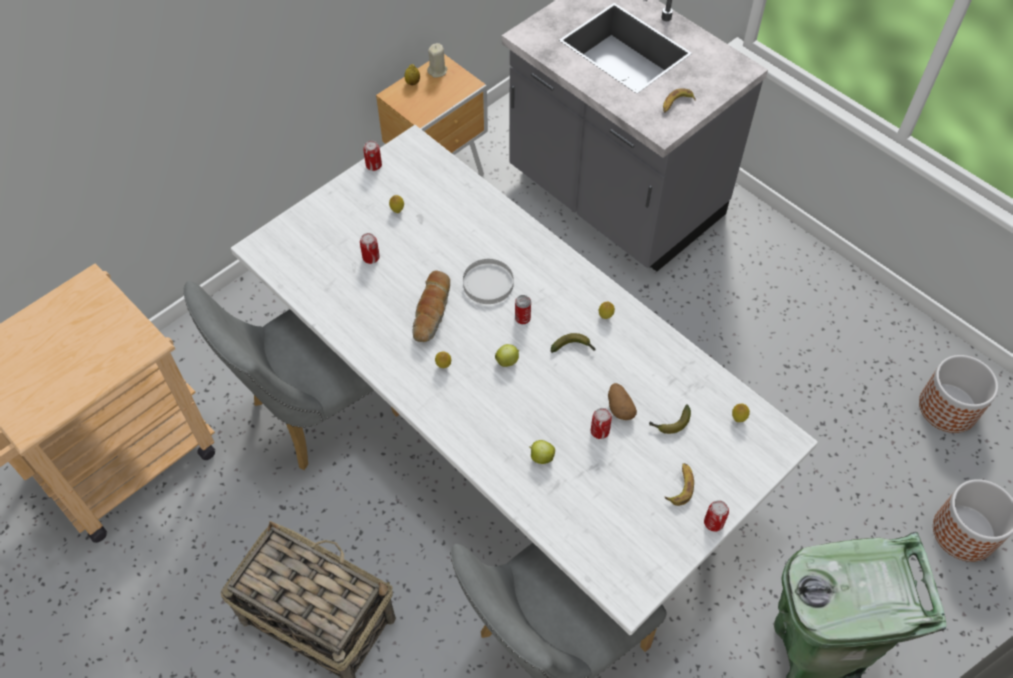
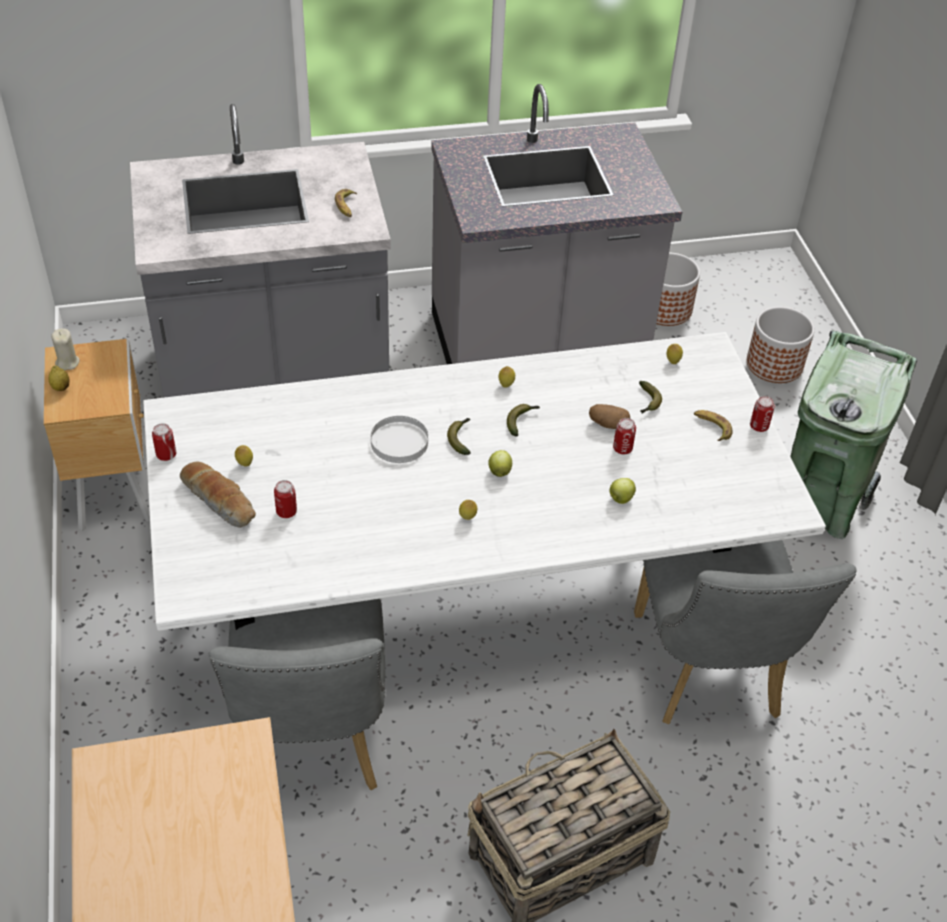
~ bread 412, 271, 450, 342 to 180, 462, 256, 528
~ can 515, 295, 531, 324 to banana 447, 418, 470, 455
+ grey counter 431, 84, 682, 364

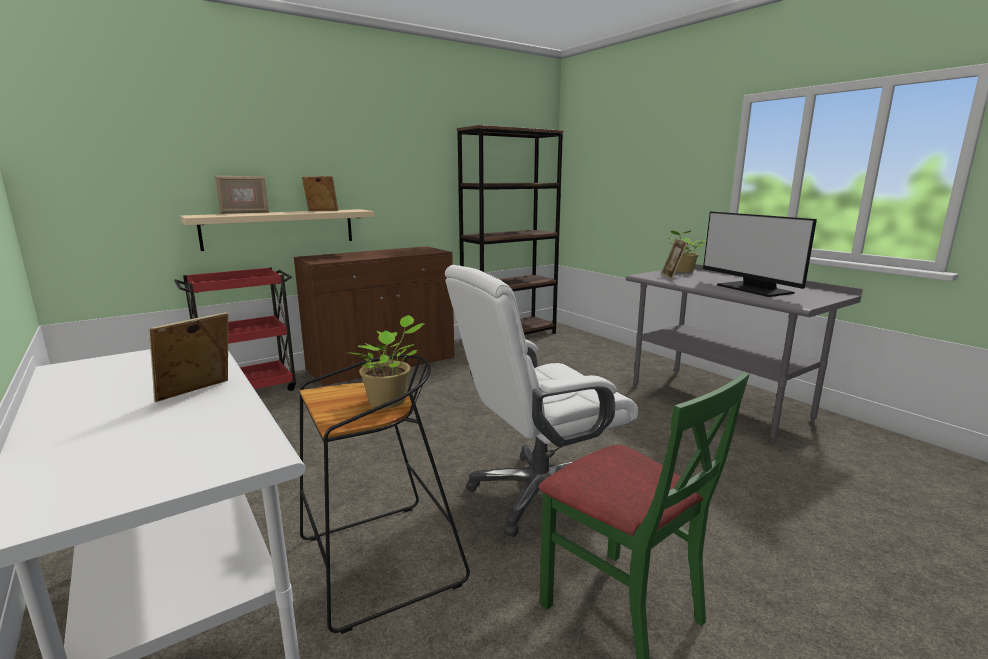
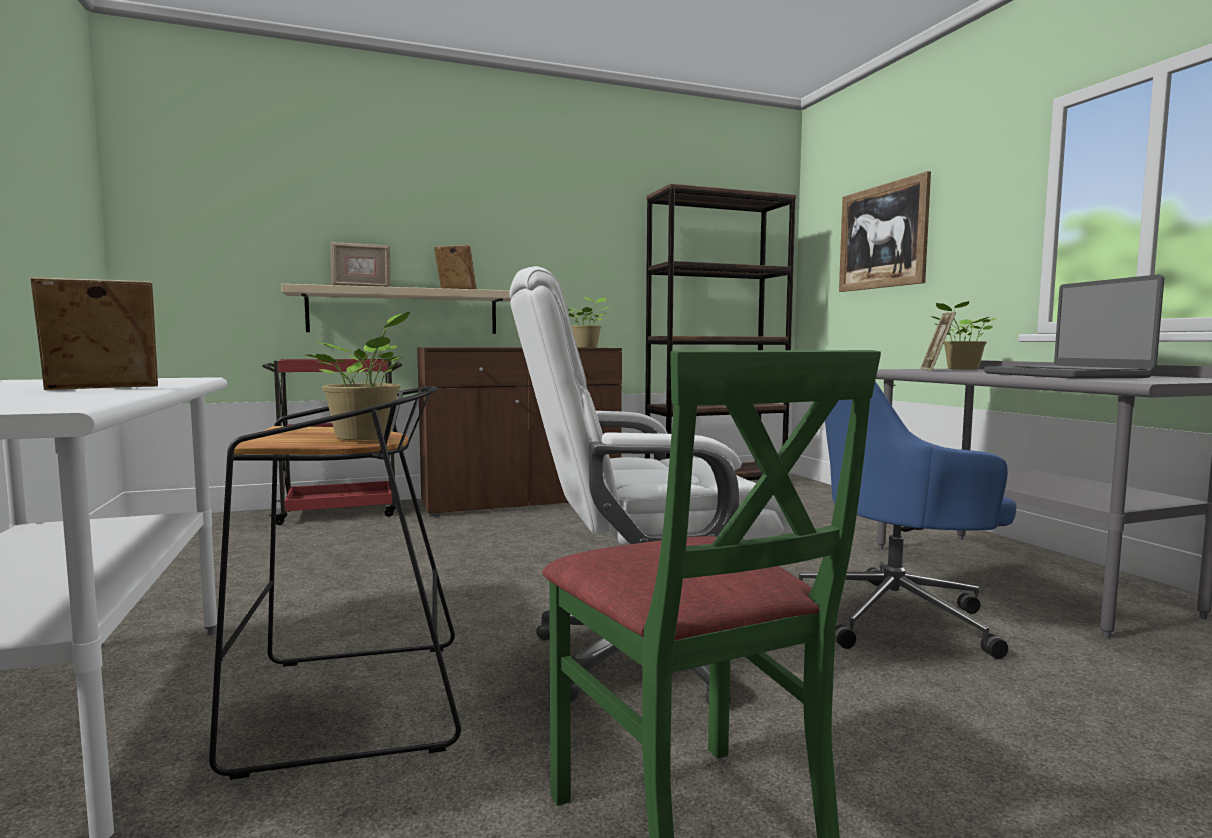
~ monitor 703, 211, 817, 297 to laptop 984, 274, 1164, 379
+ potted plant 567, 297, 611, 348
+ blue office chair 799, 382, 1017, 659
+ picture 839, 171, 931, 292

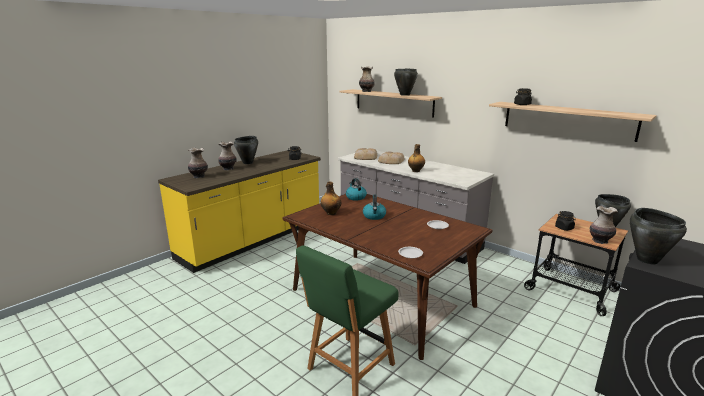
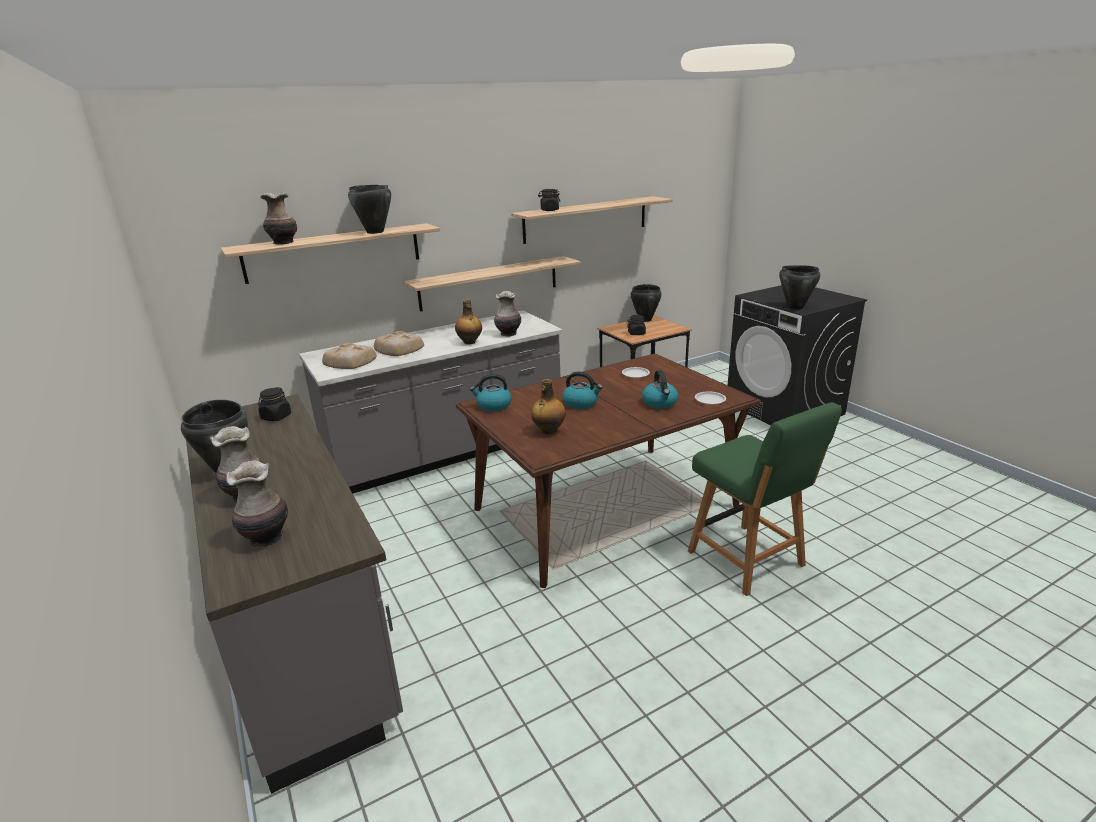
~ yellow counter 158, 150, 321, 273 to grey counter 186, 394, 403, 794
~ vase 590, 206, 618, 244 to 494, 291, 521, 337
+ shelf 404, 256, 581, 312
+ kettle 642, 370, 678, 409

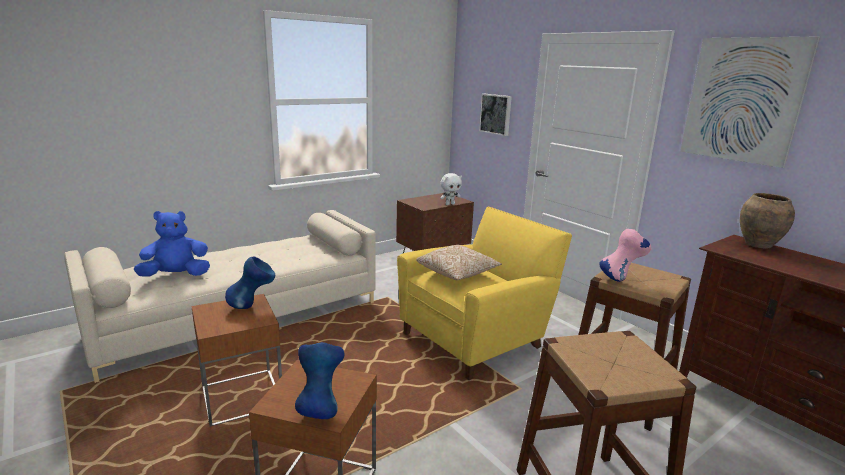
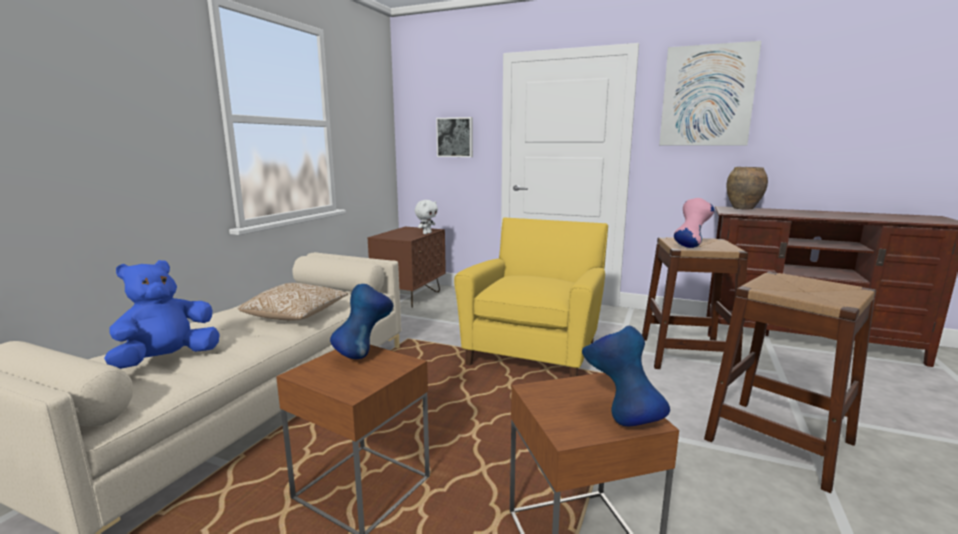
~ pillow 416, 245, 502, 281 to 238, 283, 348, 321

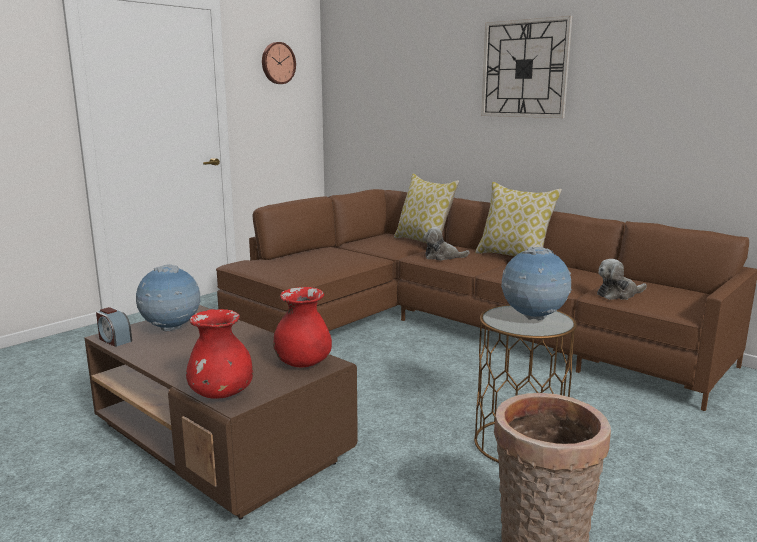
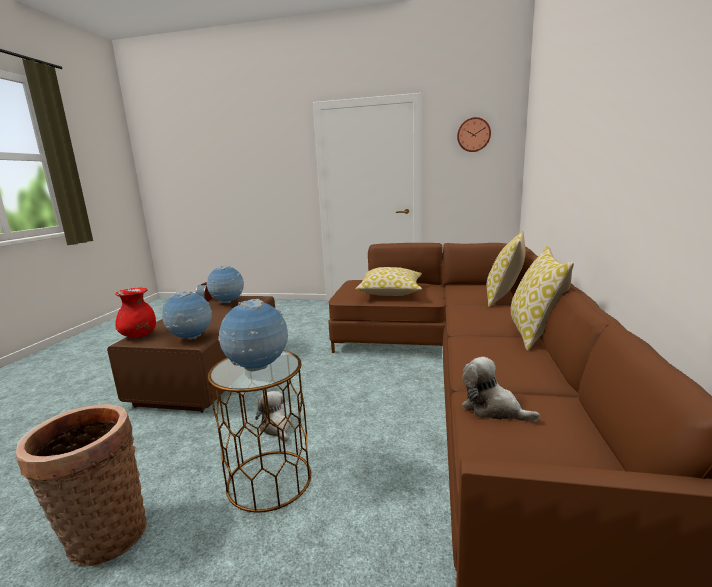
~ red vase 273, 287, 332, 367 to globe 162, 291, 212, 340
~ plush toy 423, 227, 470, 260 to 255, 391, 292, 442
- wall clock 481, 16, 572, 118
+ pillow 356, 267, 422, 296

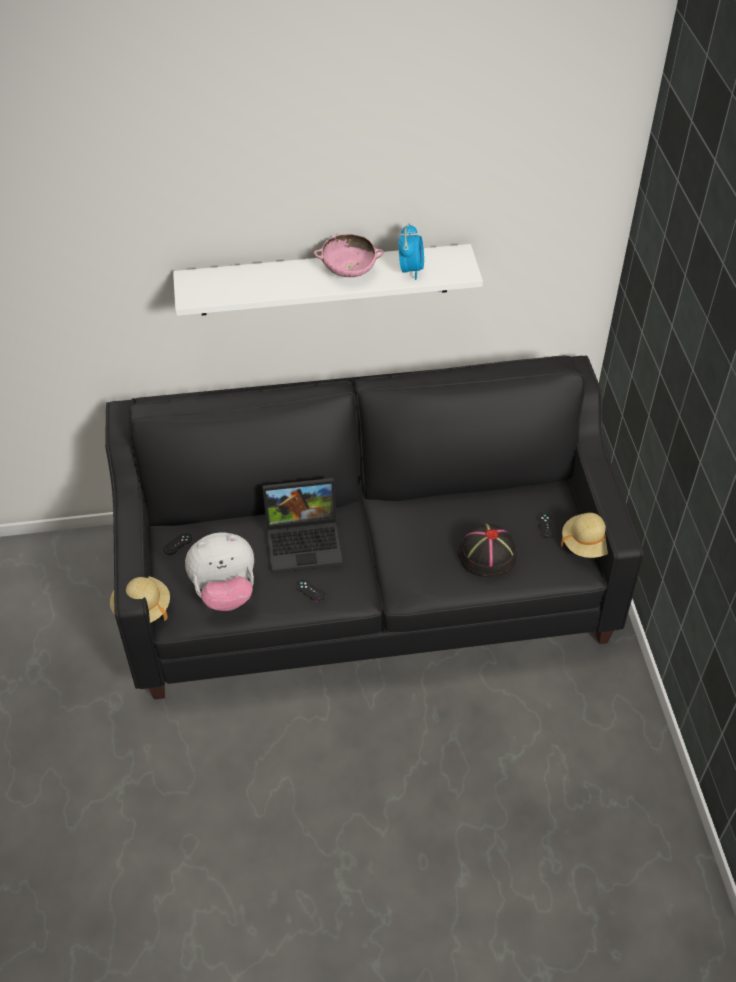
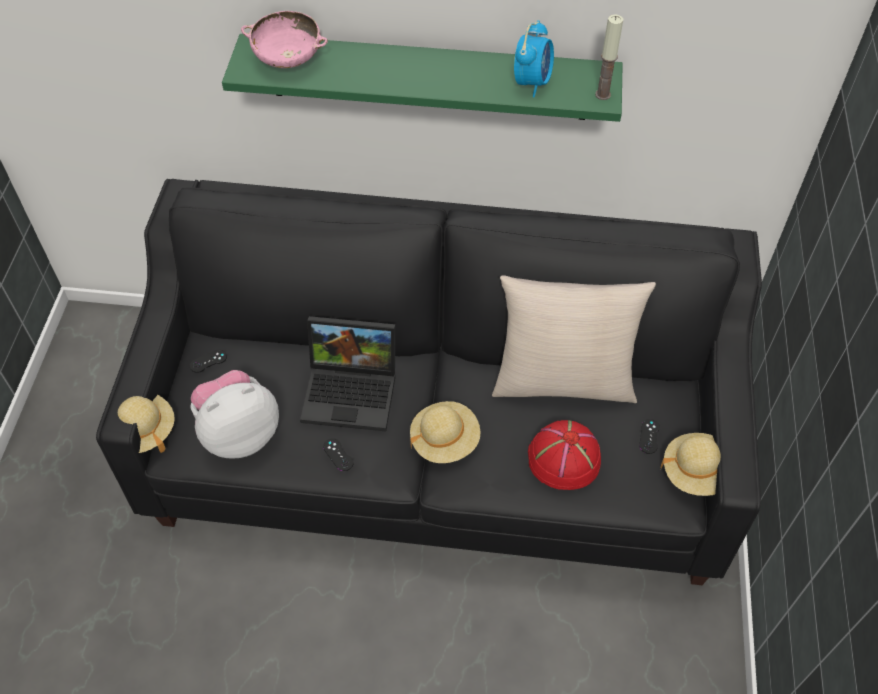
~ white shelf 173, 244, 483, 316 to green shelf 222, 34, 623, 122
~ plush toy 185, 532, 254, 611 = 191, 370, 279, 458 150 degrees clockwise
~ pink bowl 314, 234, 384, 277 to 241, 11, 328, 68
~ black hat 458, 524, 517, 578 to red hat 528, 420, 601, 490
+ beige hat 410, 401, 480, 463
+ beige pillow 492, 275, 656, 403
+ candle 595, 15, 623, 100

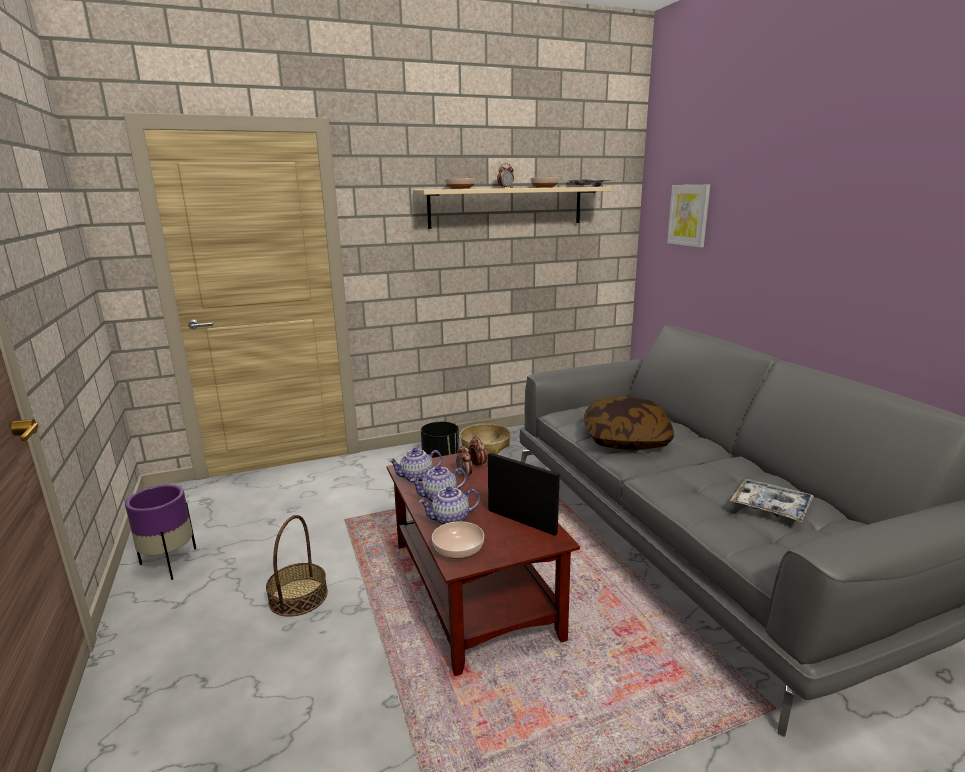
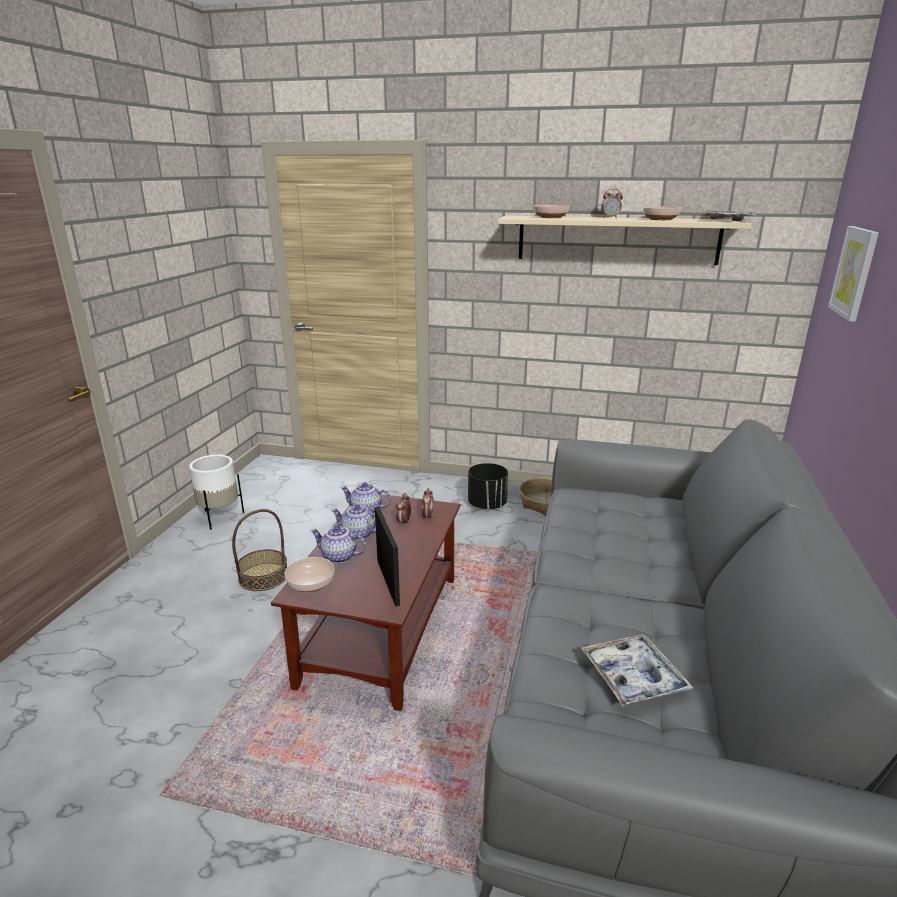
~ purple planter 125, 484, 196, 580 to white planter 189, 455, 244, 530
- pillow 584, 397, 674, 450

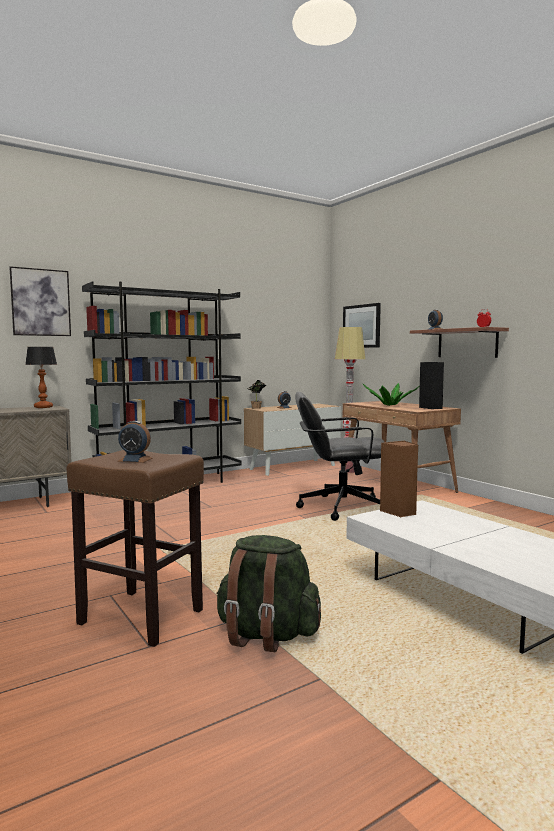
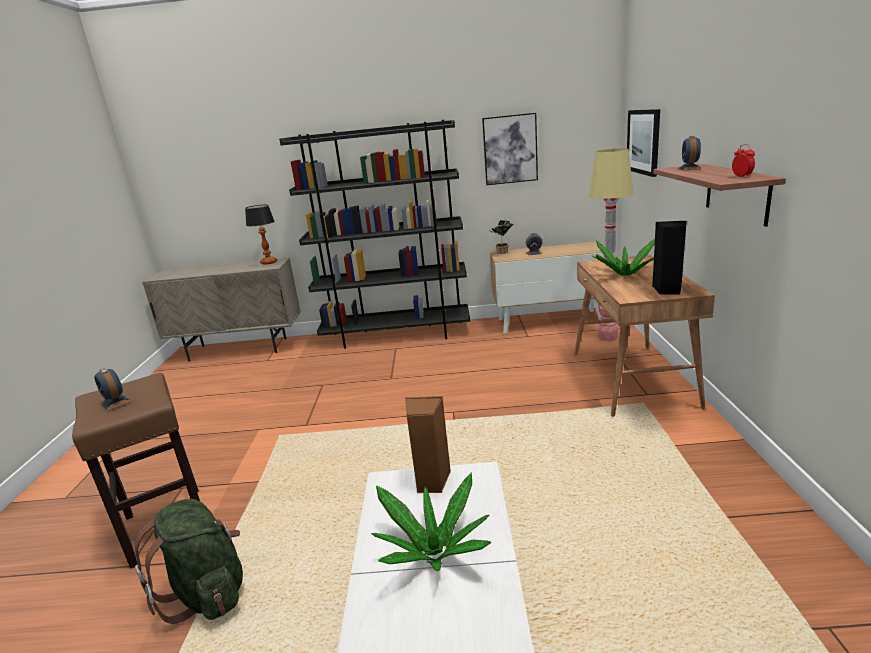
~ picture 9, 266, 71, 336 to 482, 113, 538, 185
- black office chair 295, 392, 384, 521
+ potted plant 371, 472, 492, 571

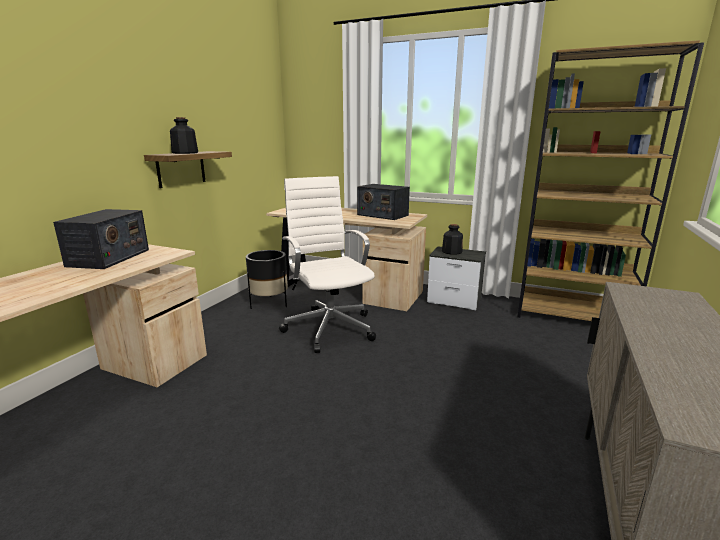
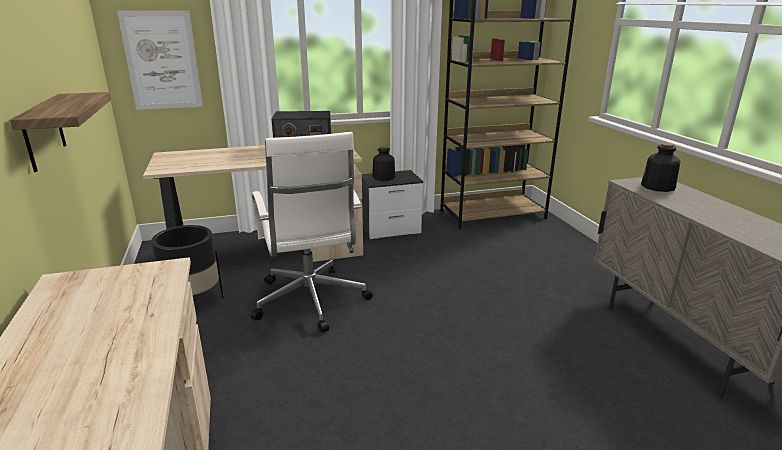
- radio 53, 209, 149, 269
~ bottle 170, 117, 198, 154 to 641, 143, 681, 192
~ white office chair 279, 176, 376, 353 = 251, 132, 373, 333 135 degrees counterclockwise
+ picture 117, 11, 203, 110

